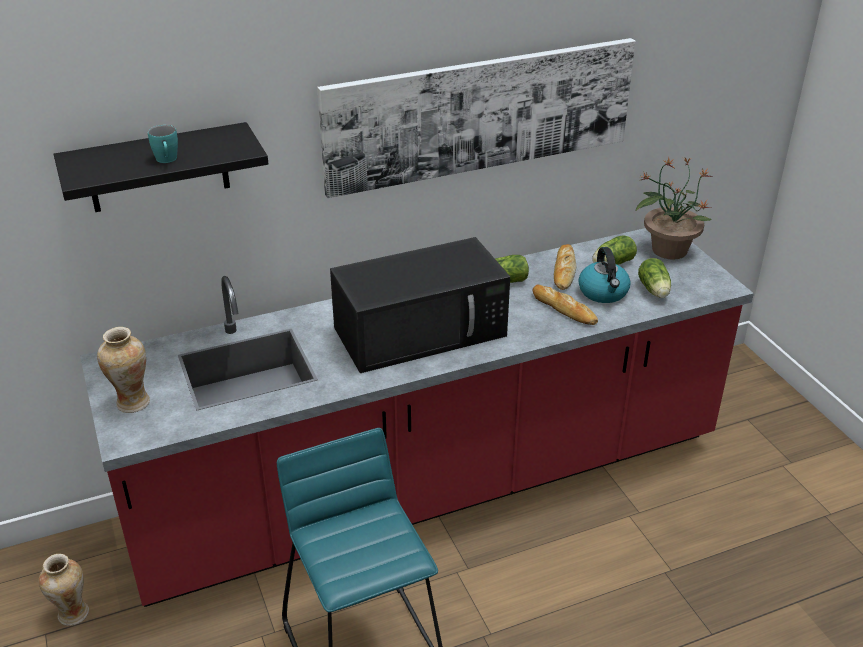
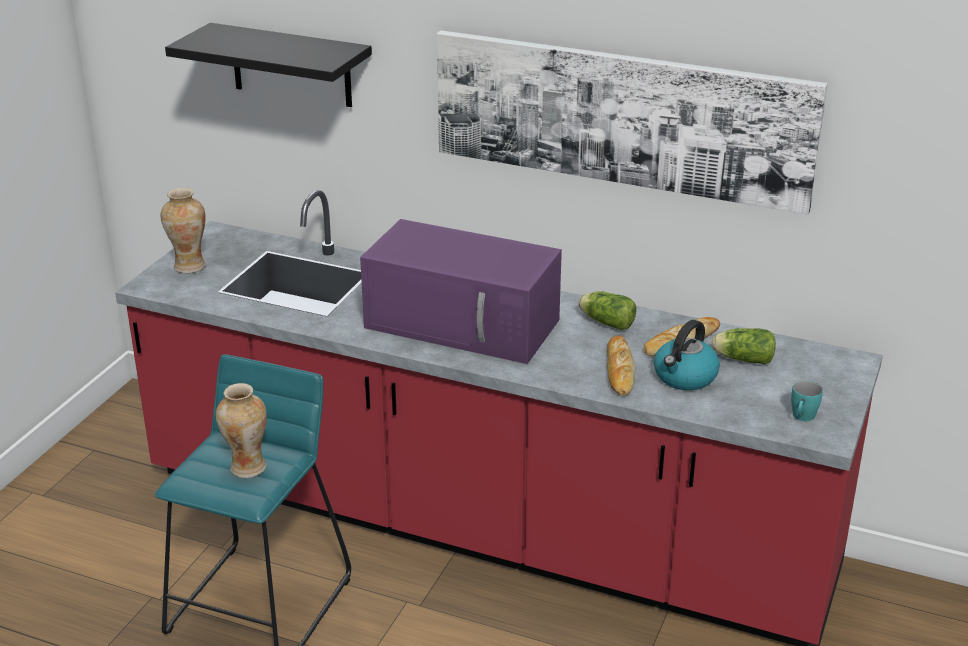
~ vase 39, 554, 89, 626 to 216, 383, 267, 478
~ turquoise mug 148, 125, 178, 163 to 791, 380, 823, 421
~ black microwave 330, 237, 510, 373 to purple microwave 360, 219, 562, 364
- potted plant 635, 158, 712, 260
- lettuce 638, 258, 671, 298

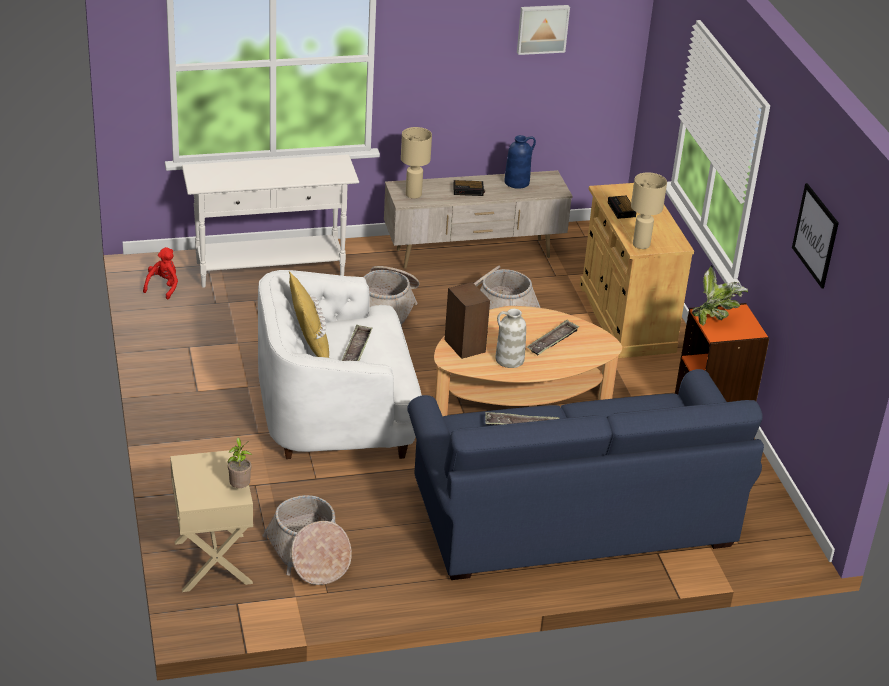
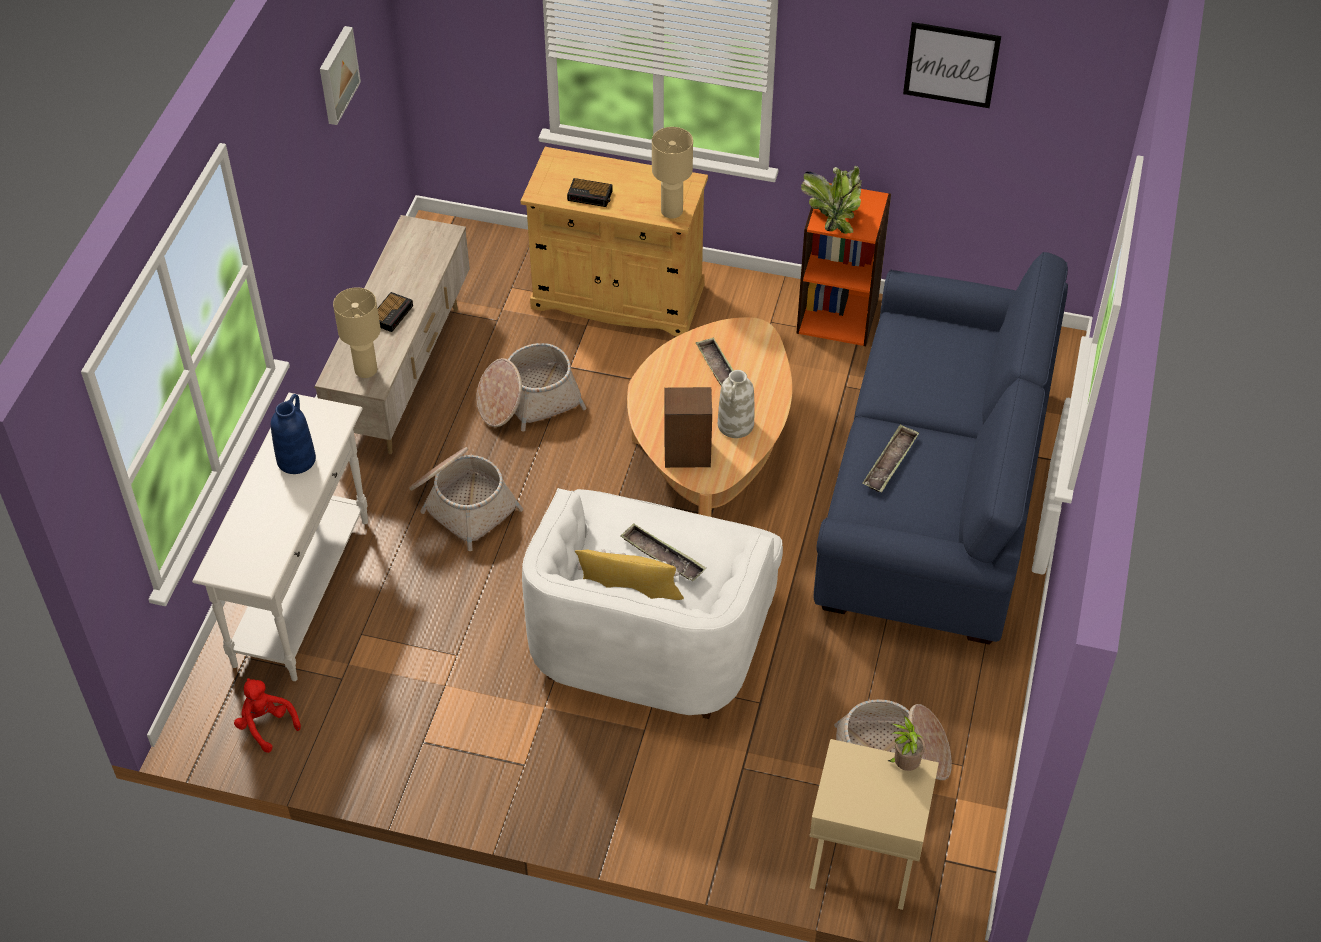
~ blue vase 504, 135, 536, 189 to 271, 394, 316, 474

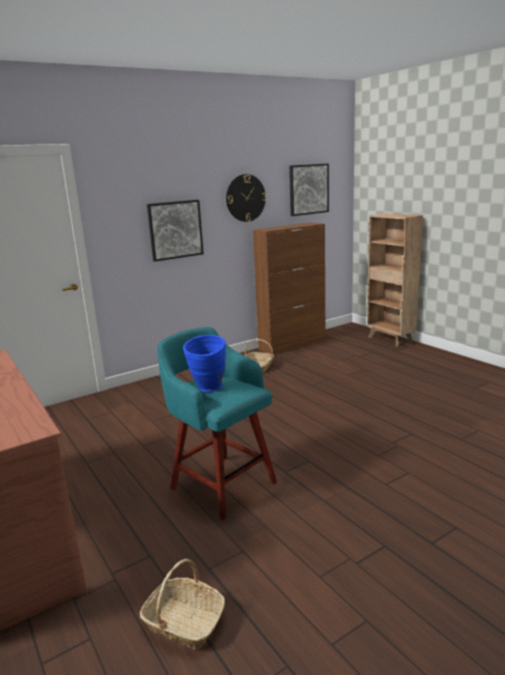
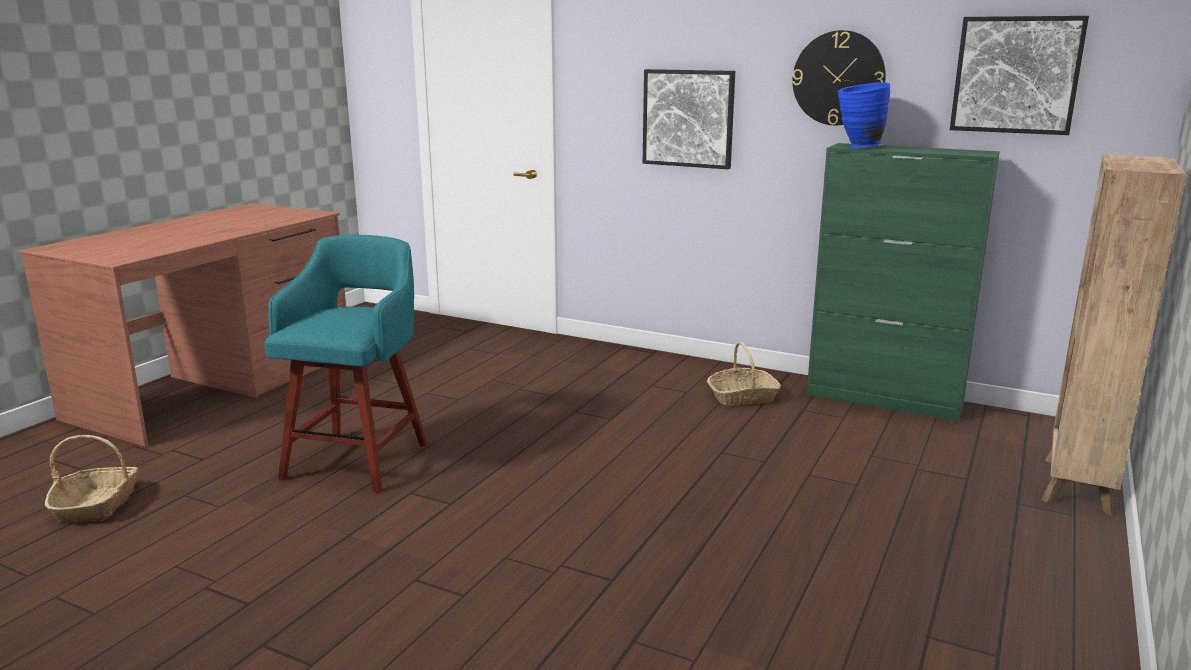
~ blue vase 183, 335, 226, 392 to 838, 82, 890, 148
~ brown cabinet 253, 222, 325, 355 to green cabinet 807, 143, 1000, 421

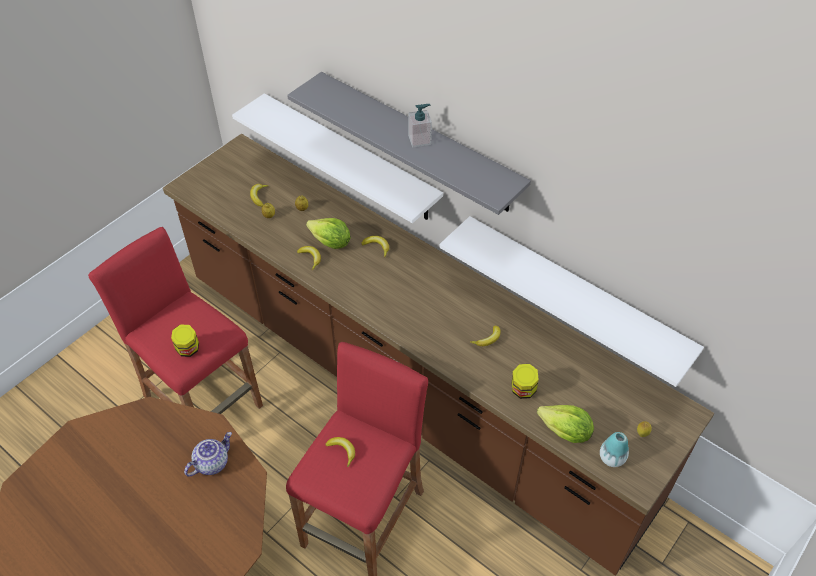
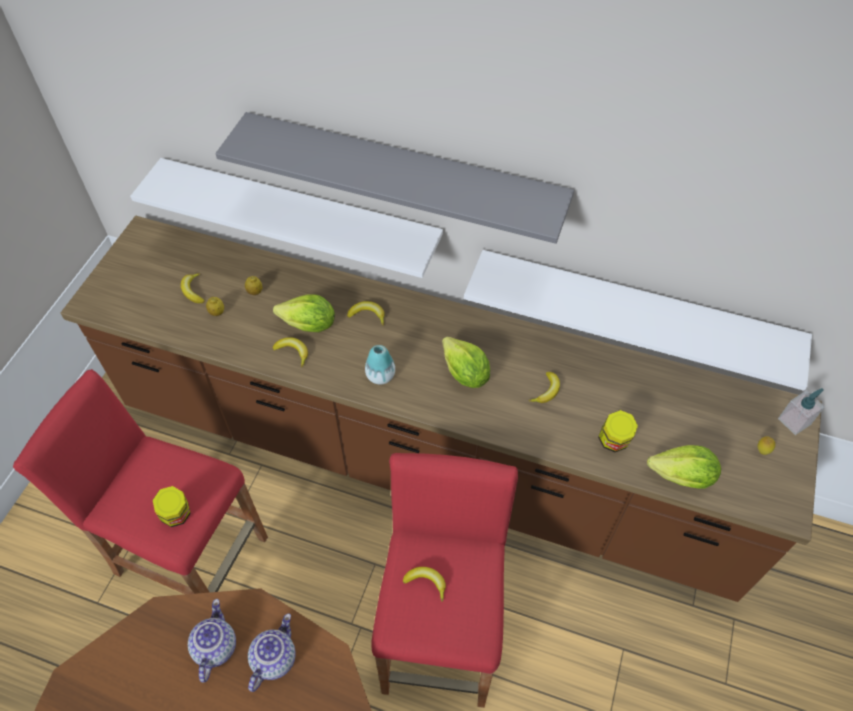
~ soap dispenser 408, 104, 432, 147 to 778, 388, 825, 435
~ vase 600, 432, 629, 467 to 365, 345, 395, 385
+ teapot 188, 599, 236, 682
+ lettuce 442, 336, 490, 388

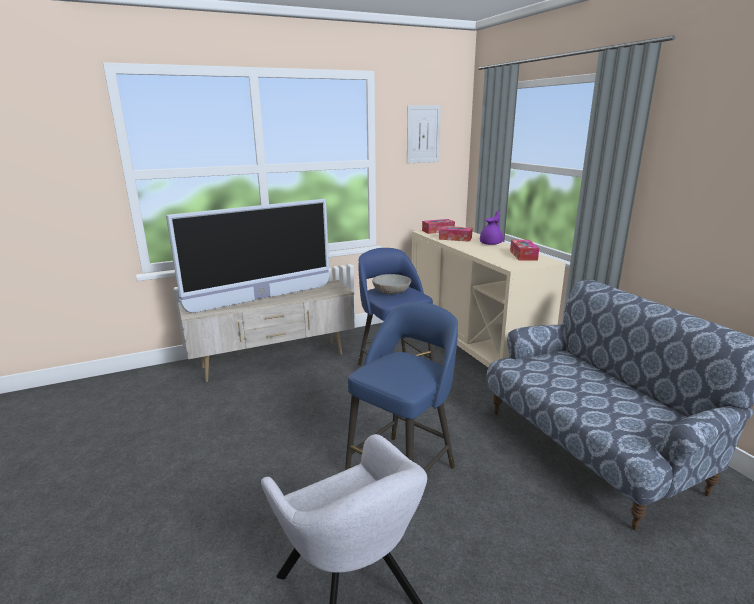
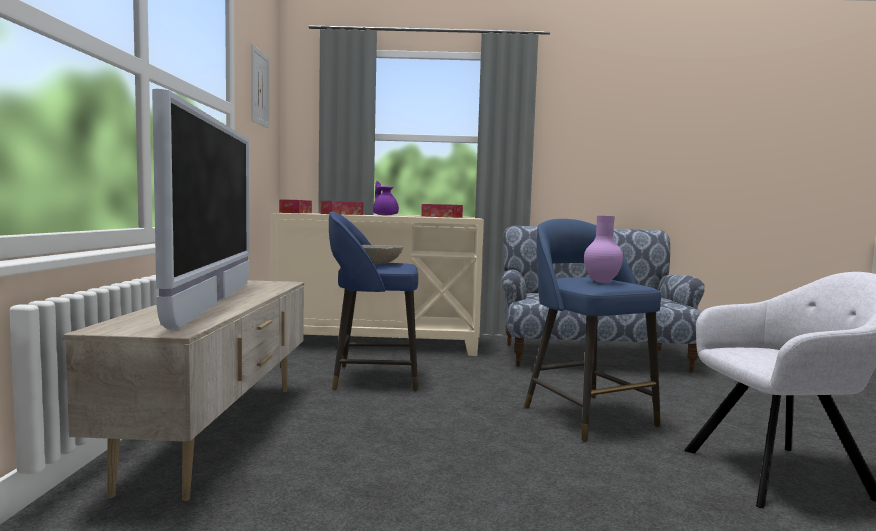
+ purple vase 584, 216, 623, 283

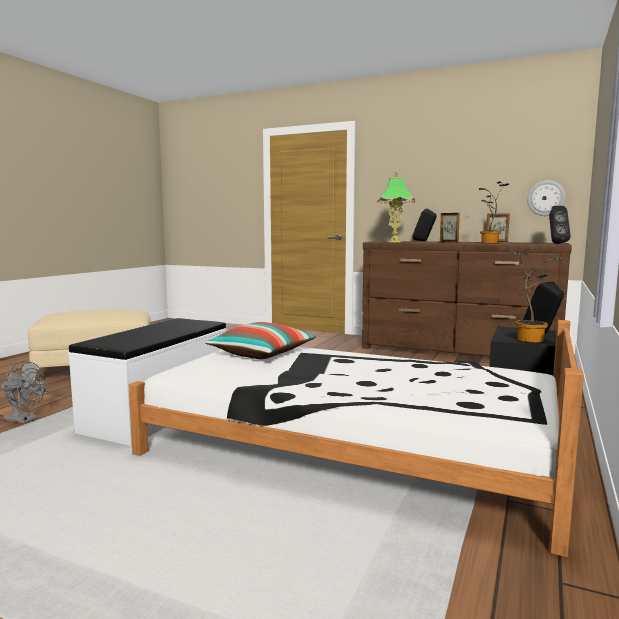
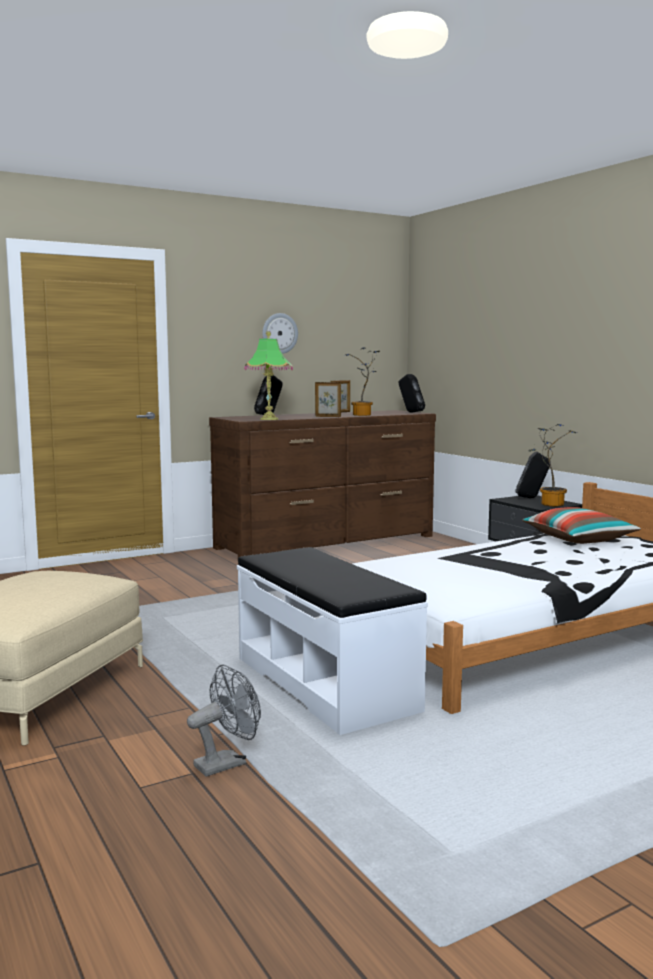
~ pillow 205, 322, 316, 359 to 522, 507, 641, 544
~ wall clock 527, 180, 566, 216 to 262, 313, 298, 354

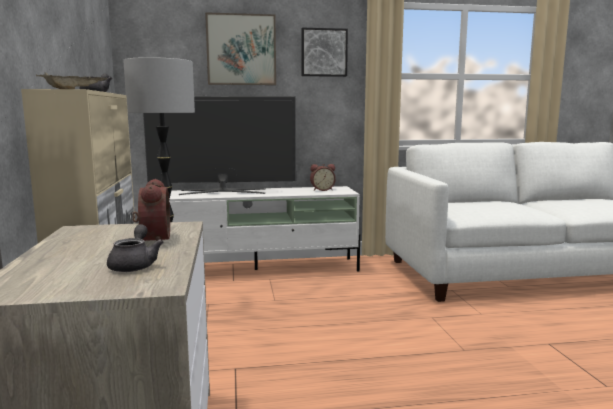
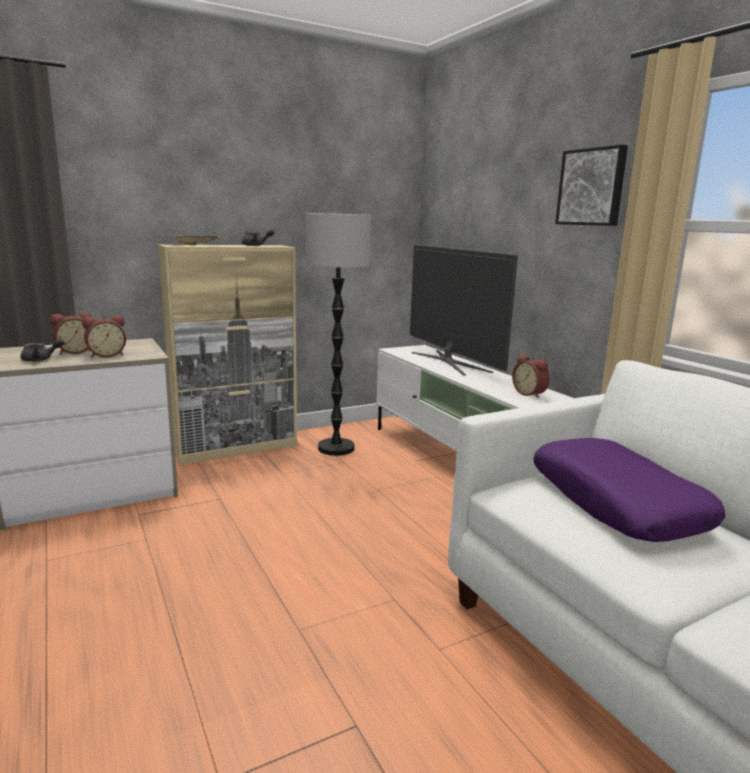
- picture 205, 12, 276, 85
+ alarm clock 50, 312, 92, 354
+ purple pillow 533, 438, 726, 542

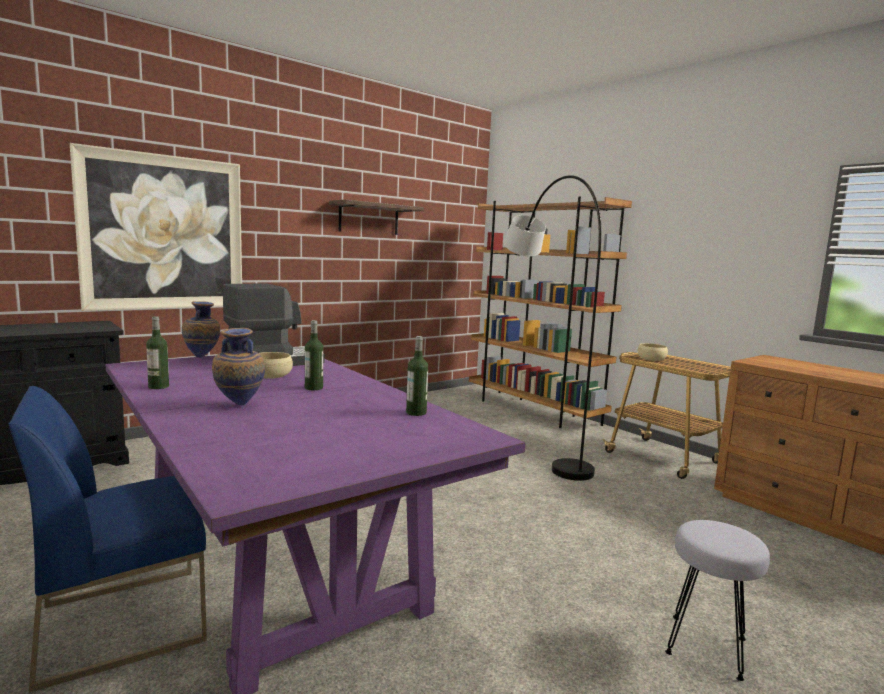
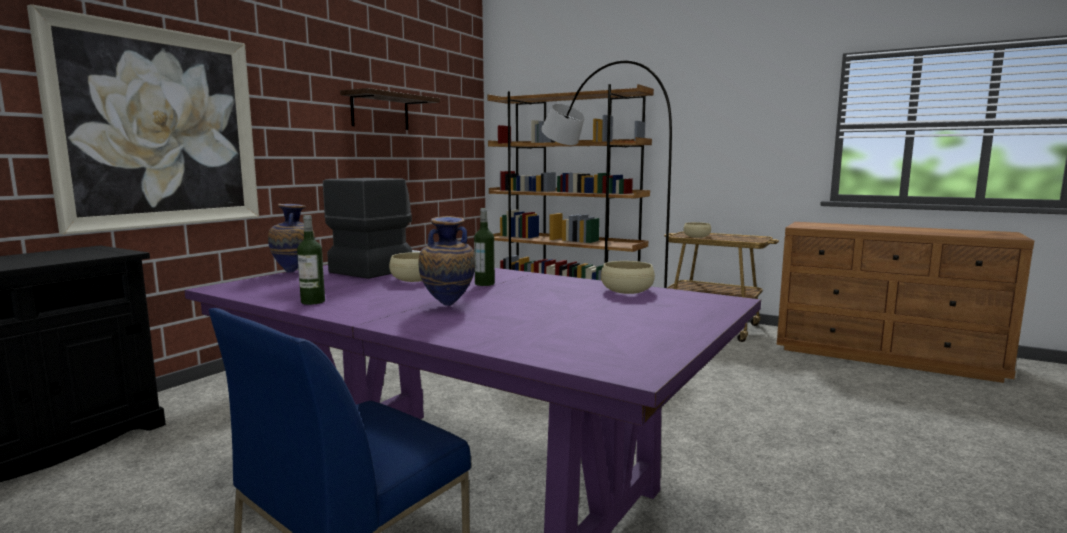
~ bottle 406, 336, 428, 416 to beige bowl 601, 261, 655, 294
- grey stool 665, 520, 770, 681

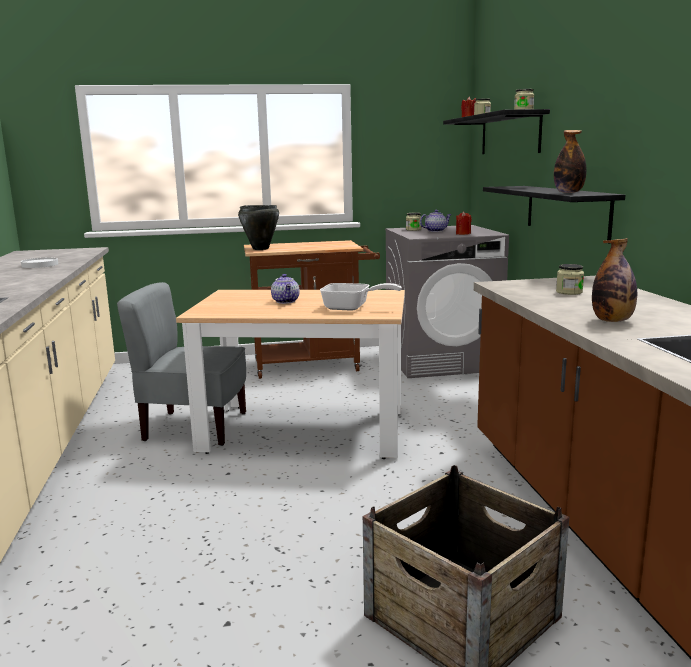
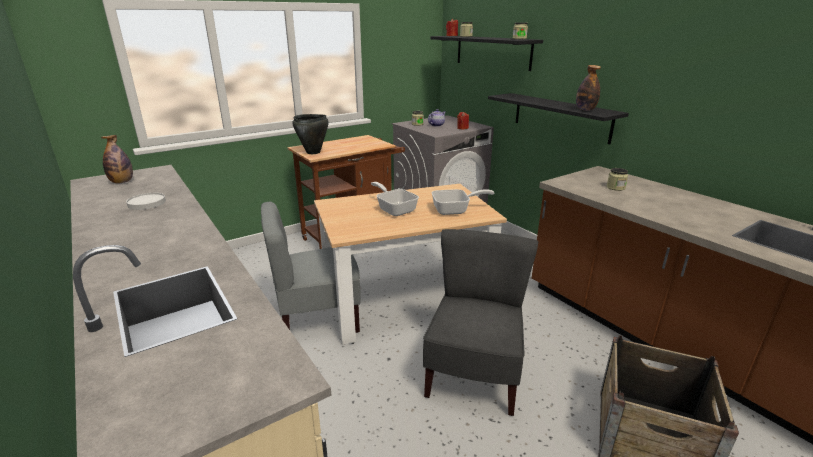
~ teapot 271, 274, 300, 304 to frying pan 371, 182, 419, 216
~ bottle 592, 238, 637, 322 to 101, 135, 133, 183
+ grey chair 423, 229, 538, 416

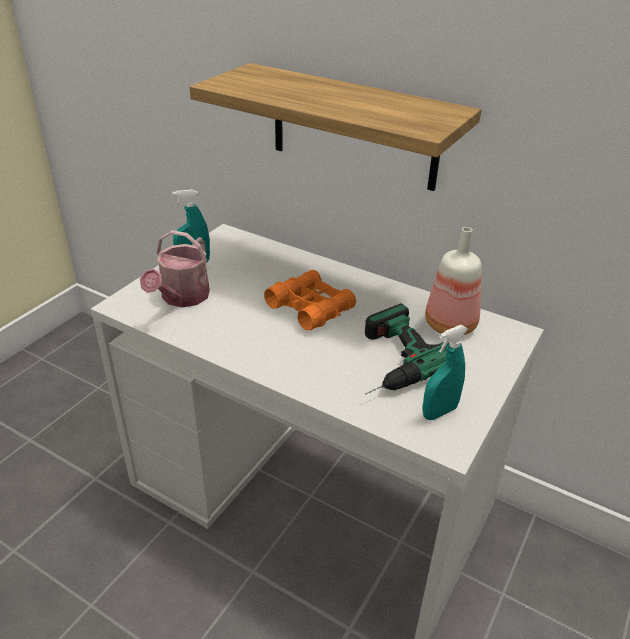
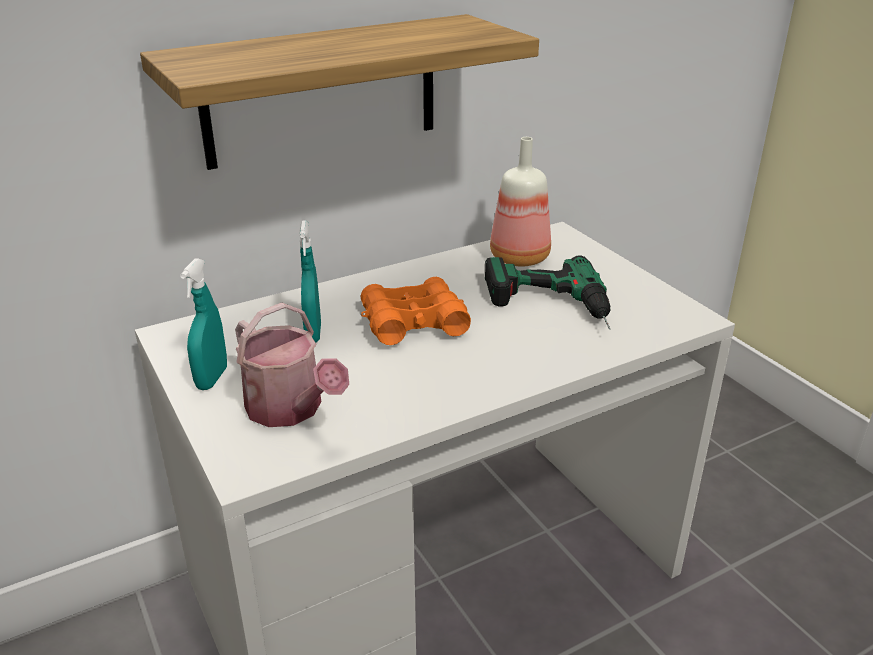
~ turquoise spray bottle 423, 325, 468, 420 to 299, 220, 321, 342

